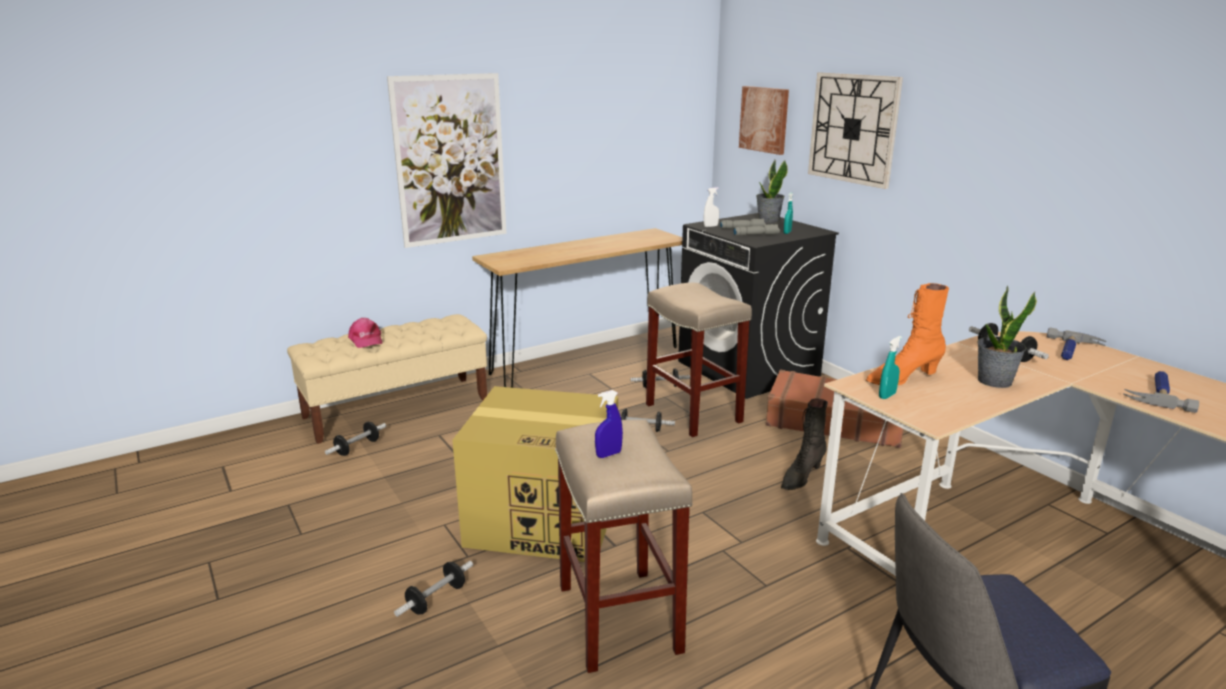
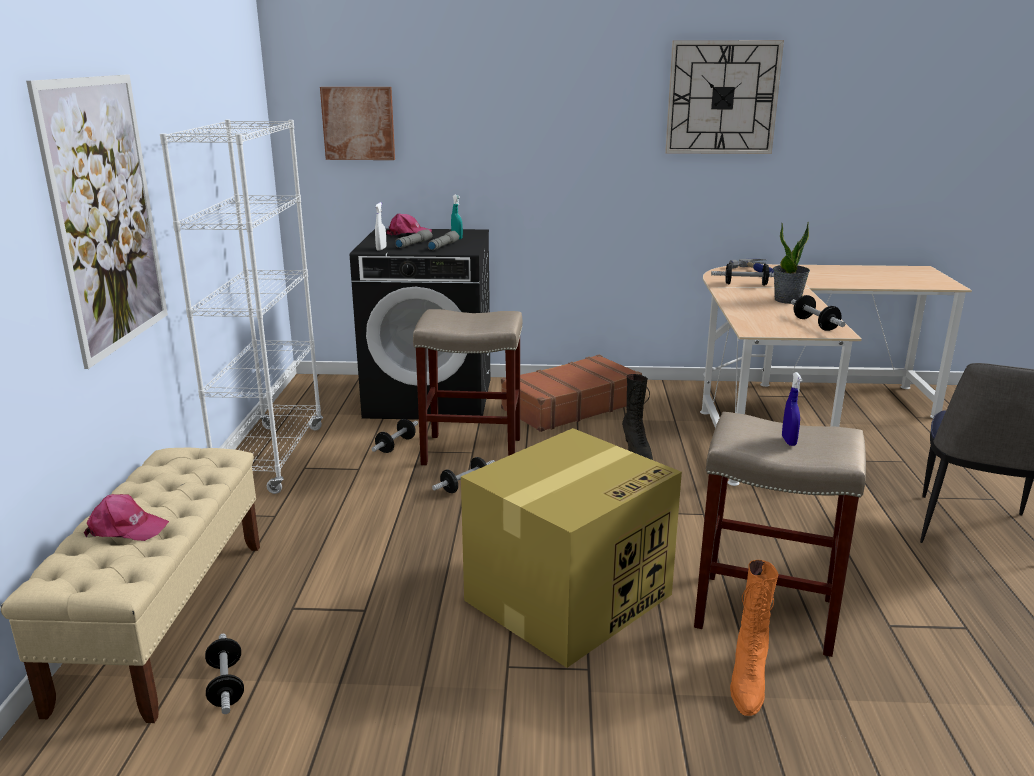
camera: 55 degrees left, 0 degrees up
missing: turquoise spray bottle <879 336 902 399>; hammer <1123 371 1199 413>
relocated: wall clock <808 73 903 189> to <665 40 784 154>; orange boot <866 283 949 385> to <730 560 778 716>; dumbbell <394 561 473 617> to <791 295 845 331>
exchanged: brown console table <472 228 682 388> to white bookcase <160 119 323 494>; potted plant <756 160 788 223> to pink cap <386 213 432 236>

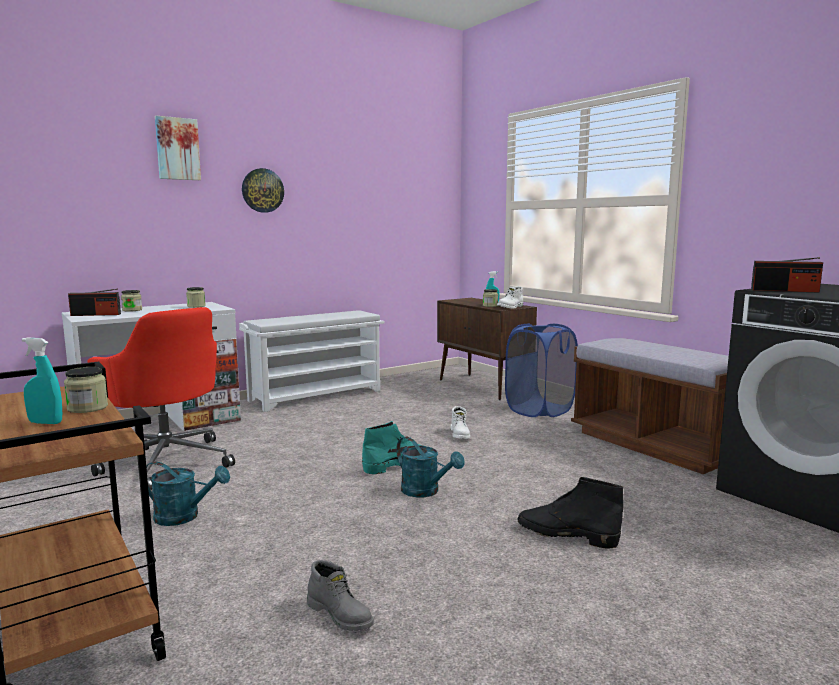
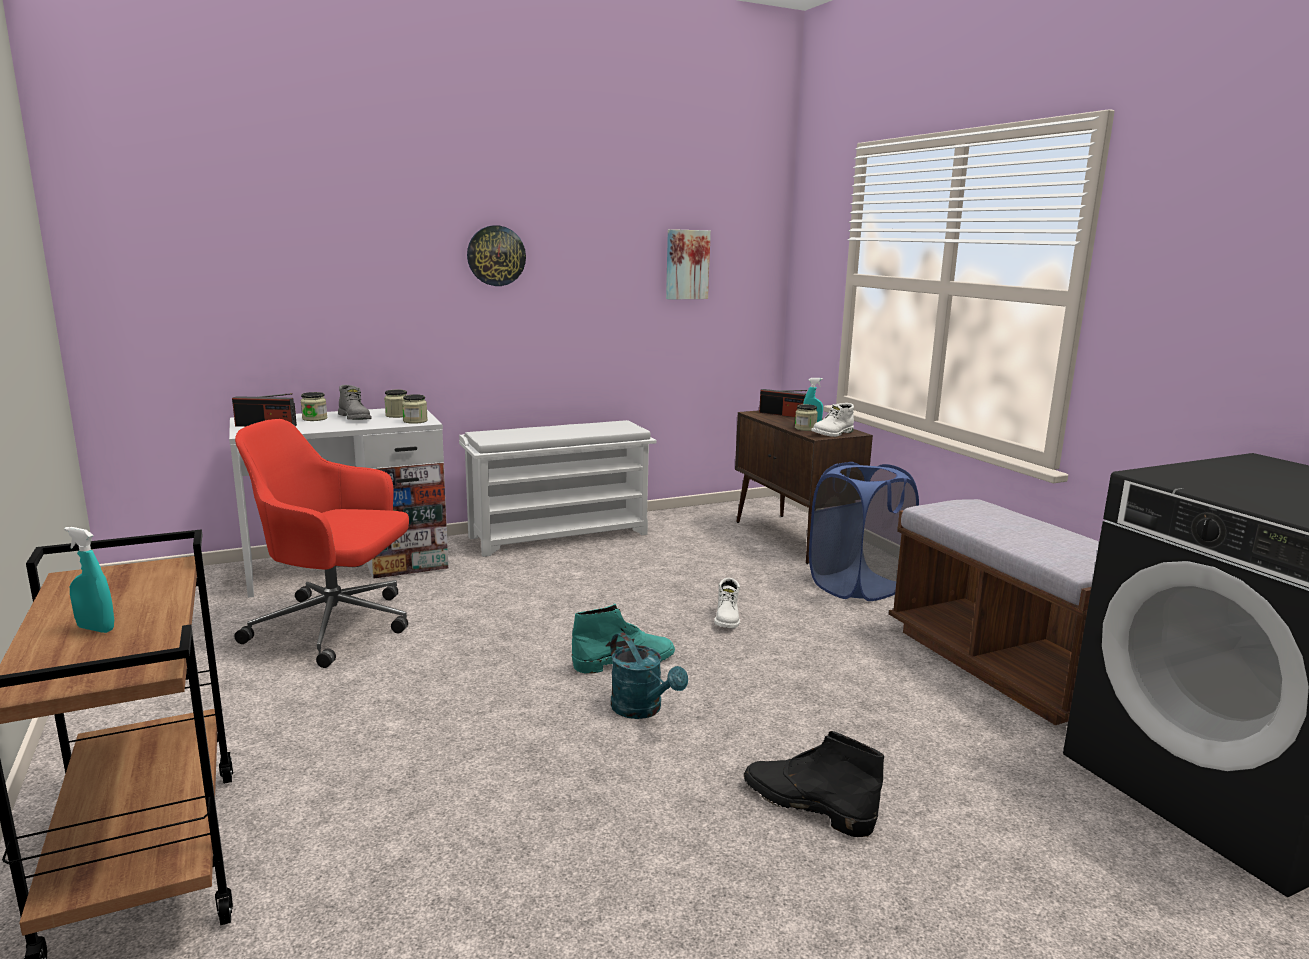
camera: 10 degrees right, 5 degrees up
missing: turquoise watering can <146 461 230 526>
relocated: grey boot <307 560 374 631> to <338 385 371 420>; jar <64 367 108 413> to <402 394 428 424>; picture <155 116 201 180> to <666 229 711 300>; radio <751 257 823 293> to <759 389 807 417>
spun: red office chair <87 307 235 490> = <234 419 409 668> 135 degrees clockwise

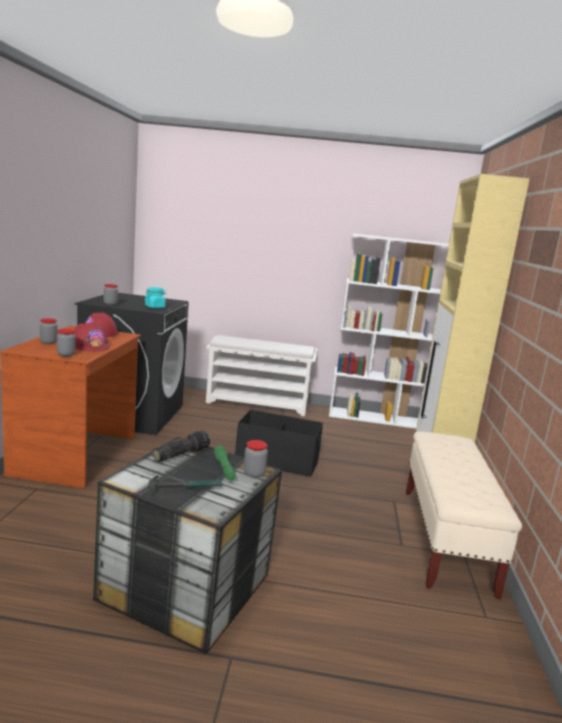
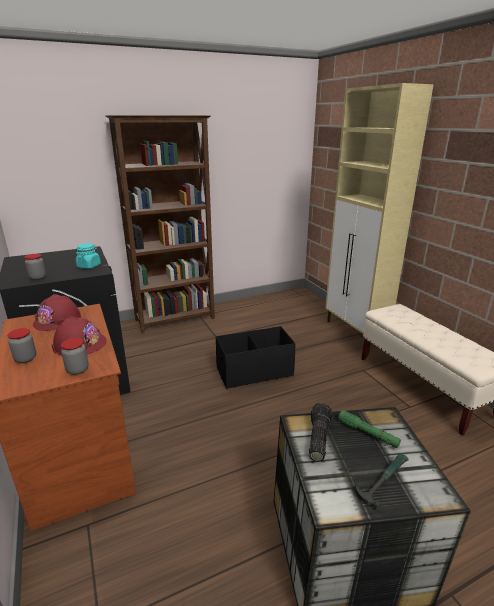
camera: 30 degrees left, 10 degrees up
missing: jar <244 440 268 478>; white bookcase <329 234 449 429>
exchanged: white shoe rack <206 335 318 416> to brown bookcase <105 115 215 333>

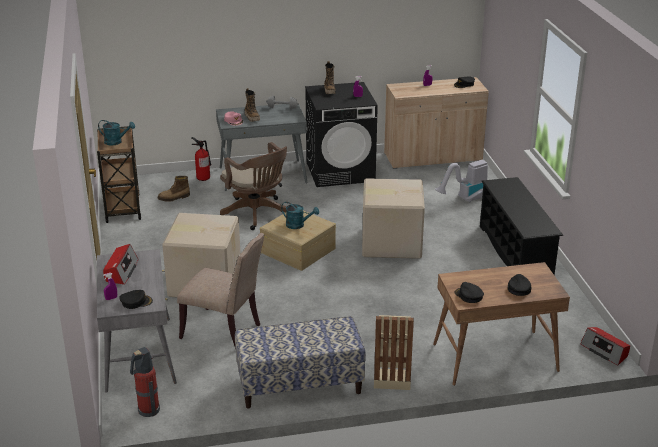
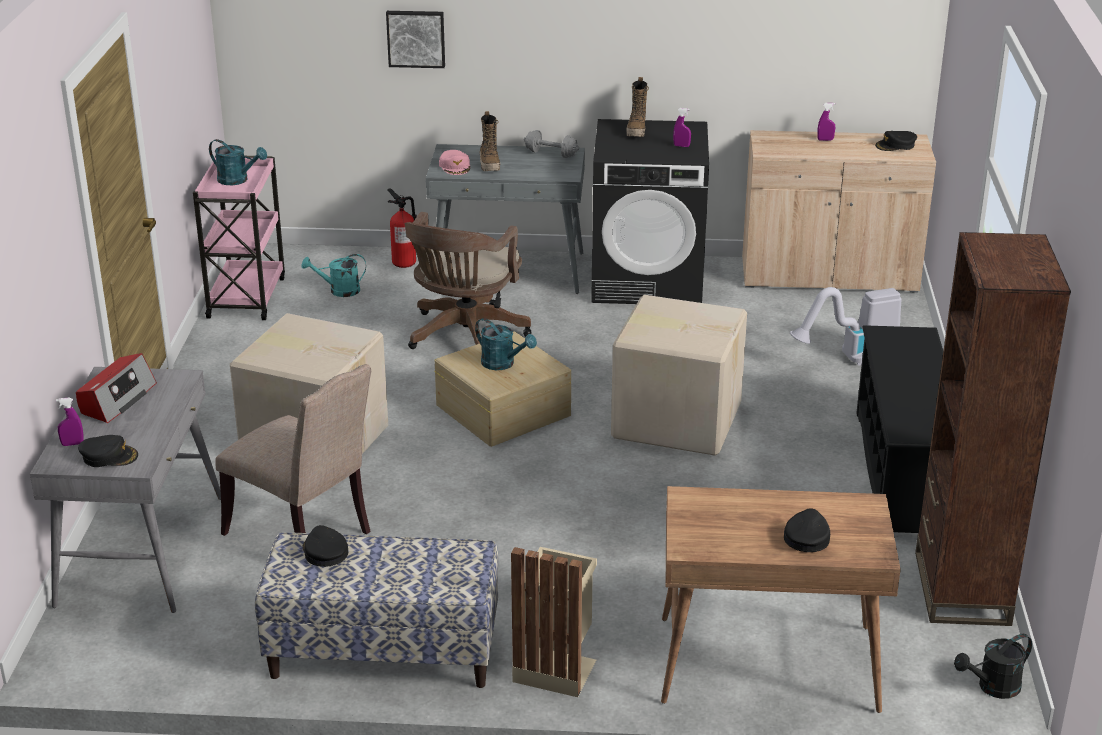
camera: 15 degrees right, 0 degrees up
missing: fire extinguisher <130 347 160 417>
appeared: picture <386 11 445 68>; brown bookcase <915 232 1071 626>
relocated: black cap <454 282 484 303> to <302 525 348 567>
exchanged: boot <158 176 190 202> to turquoise watering can <301 254 366 297>; radio <580 327 630 365> to black watering can <954 634 1032 699>
colour: brown cart <97 126 141 223> to pink cart <193 156 285 320>
spun: brown office chair <220 142 287 230> = <405 212 532 349> 45 degrees clockwise

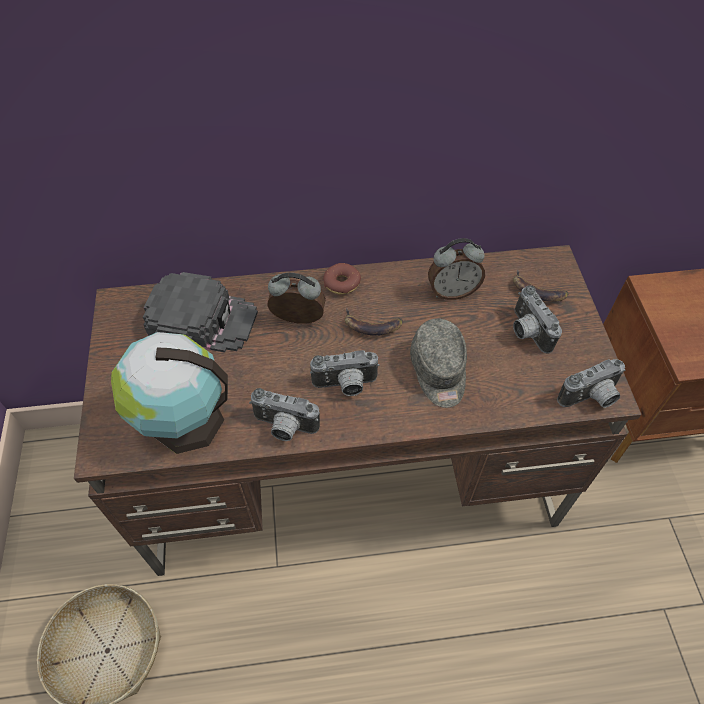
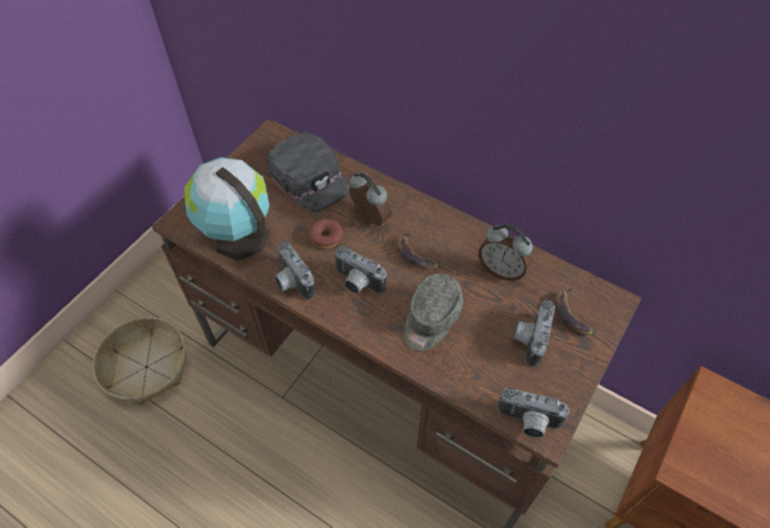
camera: 40 degrees right, 0 degrees up
relocated: donut <323 263 361 295> to <309 219 343 248>

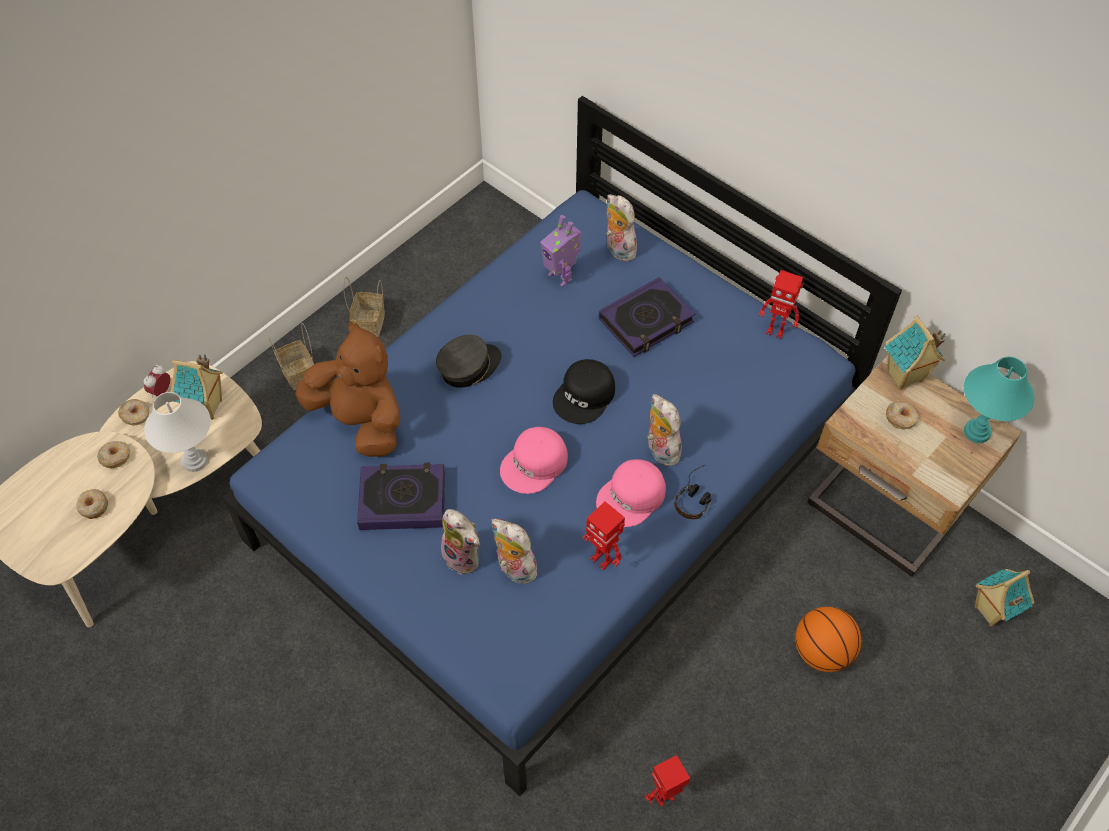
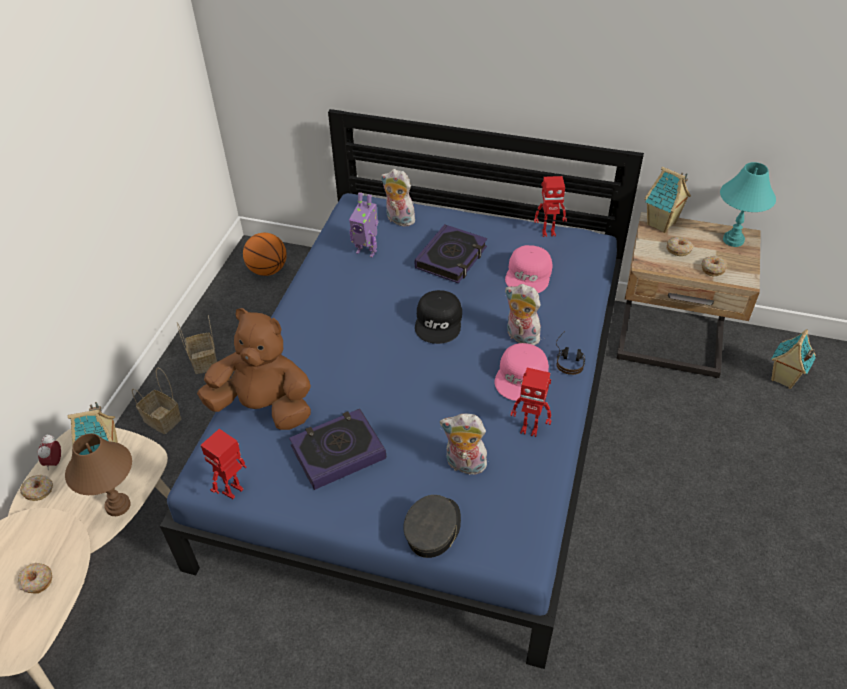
camera: 25 degrees left, 10 degrees down
missing: plush toy <440 509 480 575>
relocated: toy robot <644 755 690 807> to <201 429 247 499>; basketball <795 607 861 672> to <243 233 287 276>; grey cap <436 334 502 388> to <403 495 461 558>; pink cap <500 427 568 494> to <505 245 553 293>; donut <97 441 130 468> to <701 256 727 277>
colour: white table lamp <144 392 211 472> to brown table lamp <65 433 132 516>

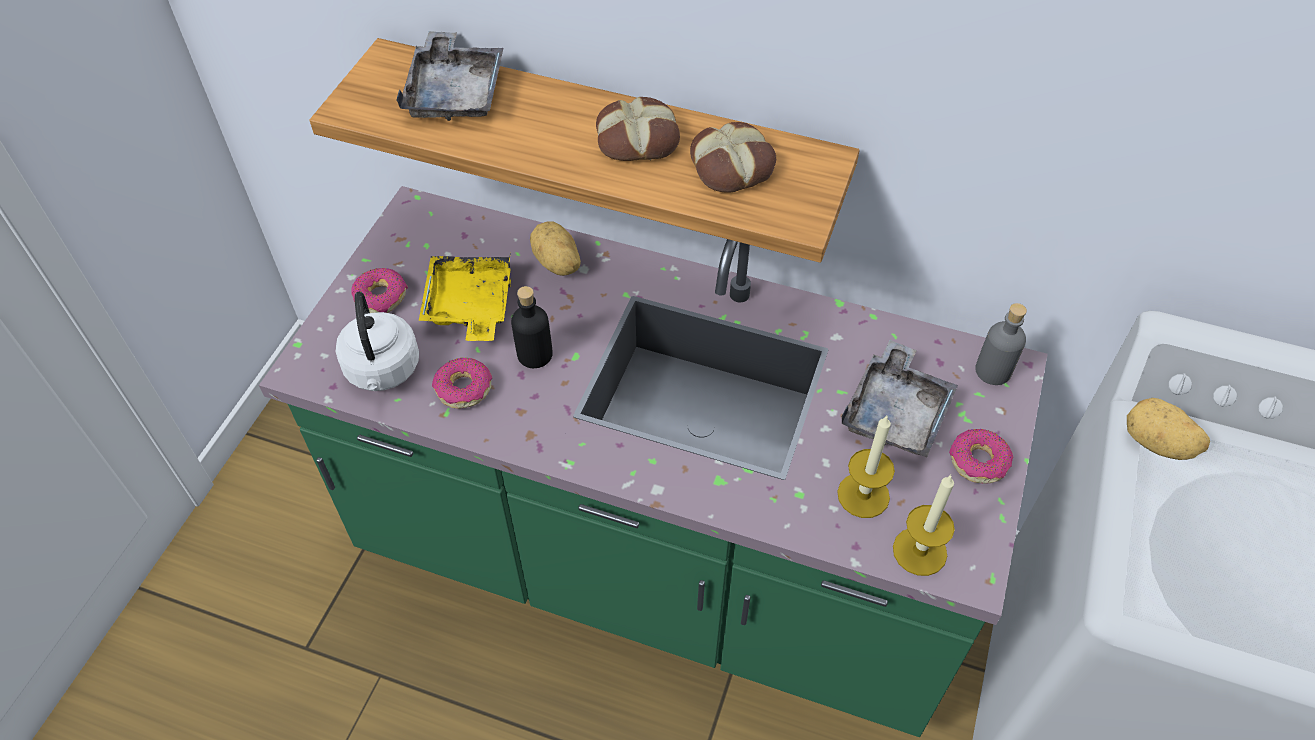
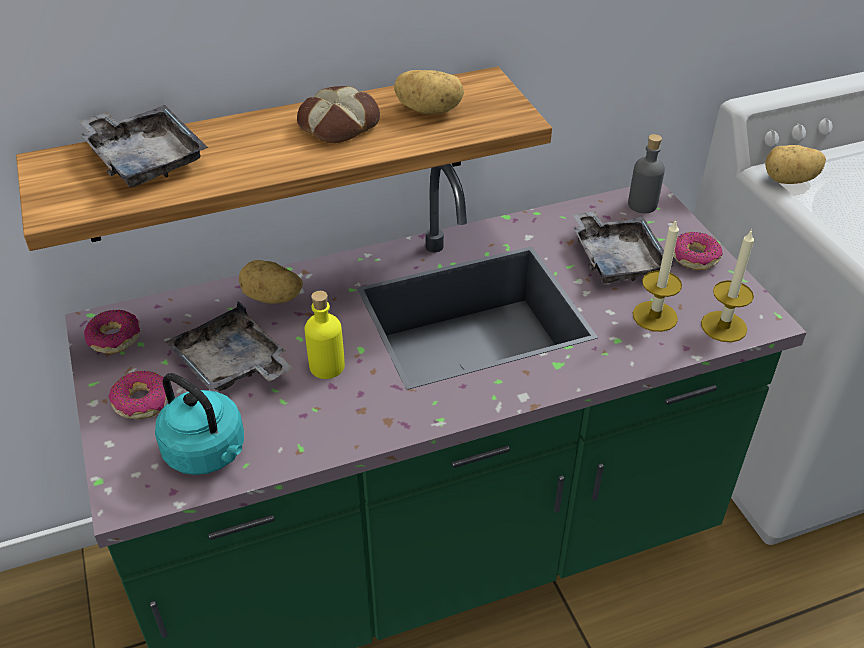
camera: 40 degrees left, 10 degrees down
relocated: donut <432 358 492 408> to <84 310 140 354>
exchanged: bread <690 122 776 193> to potato <394 70 464 114>
colour: white kettle <336 292 419 391> to turquoise kettle <155 373 244 475>; yellow tray <419 253 511 341> to grey tray <165 301 293 391>; black bottle <511 286 553 368> to yellow bottle <304 291 345 379>

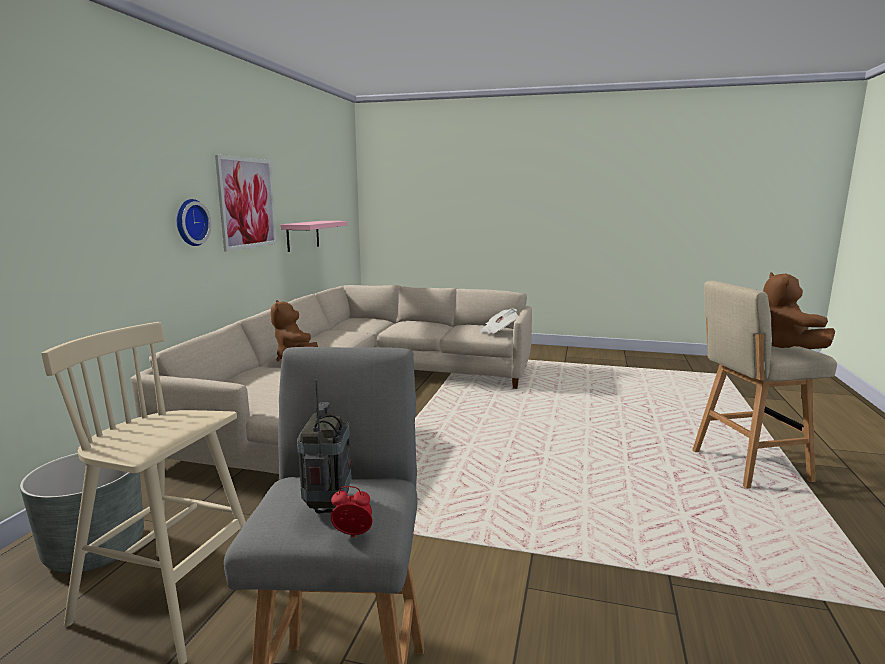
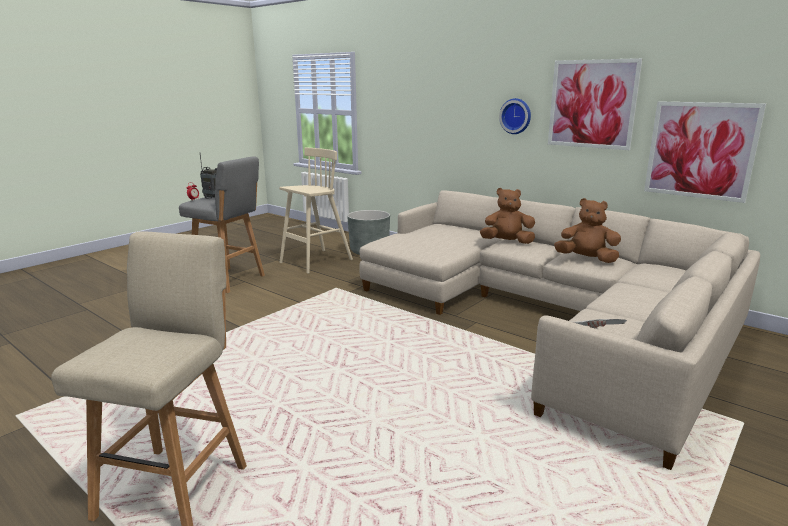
camera: 115 degrees right, 5 degrees up
relocated: brown plush toy <763 272 835 349> to <554 198 621 263>
exchanged: pink shelf <281 221 348 252> to picture <644 101 766 203>

